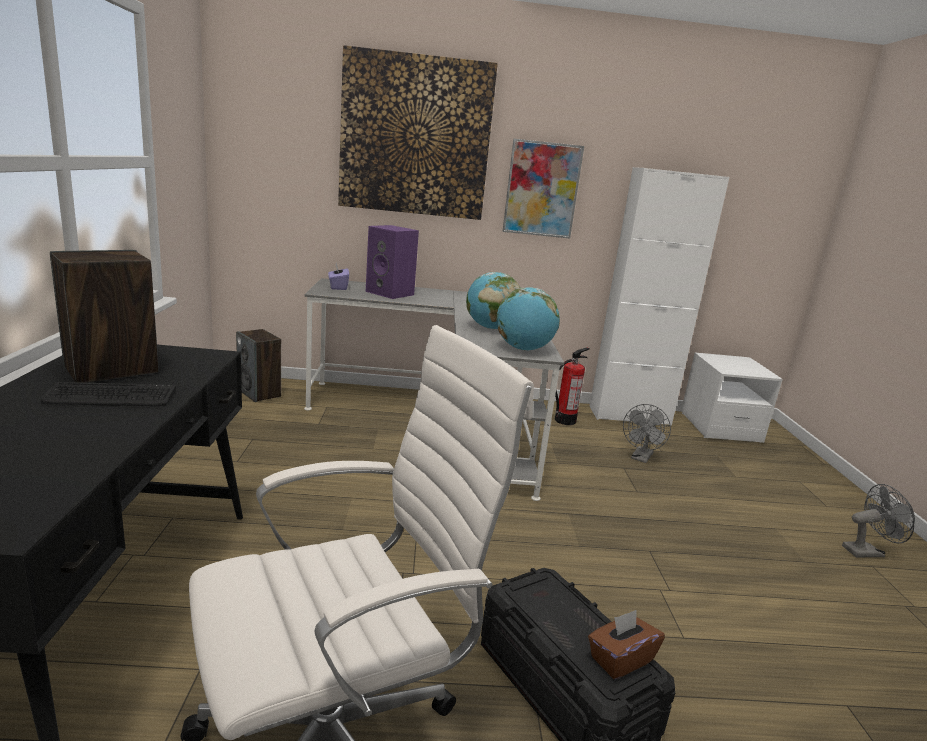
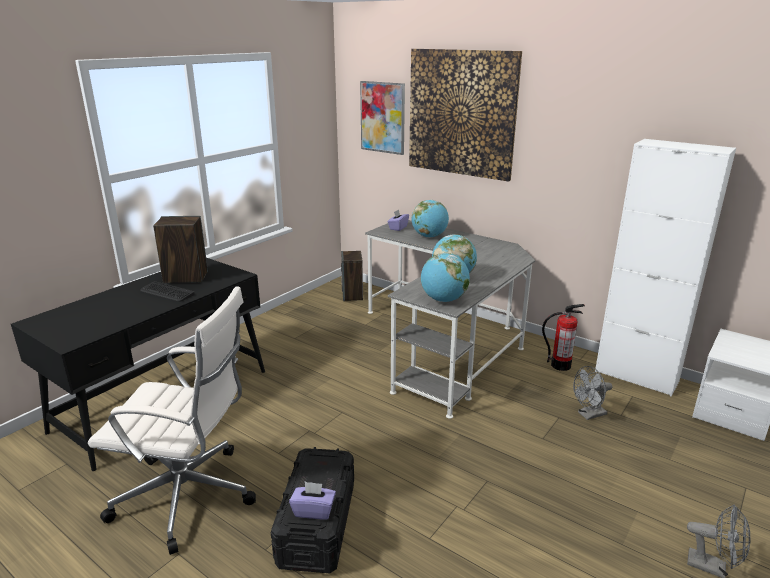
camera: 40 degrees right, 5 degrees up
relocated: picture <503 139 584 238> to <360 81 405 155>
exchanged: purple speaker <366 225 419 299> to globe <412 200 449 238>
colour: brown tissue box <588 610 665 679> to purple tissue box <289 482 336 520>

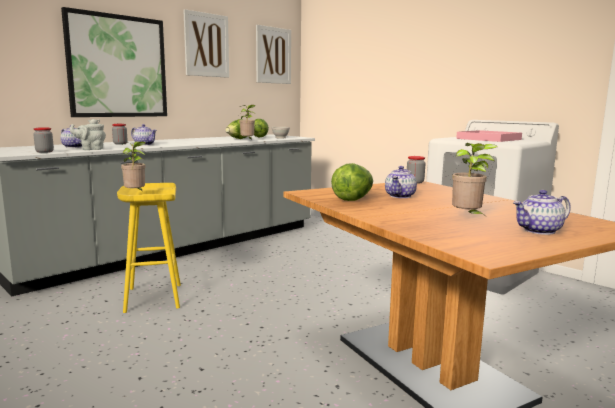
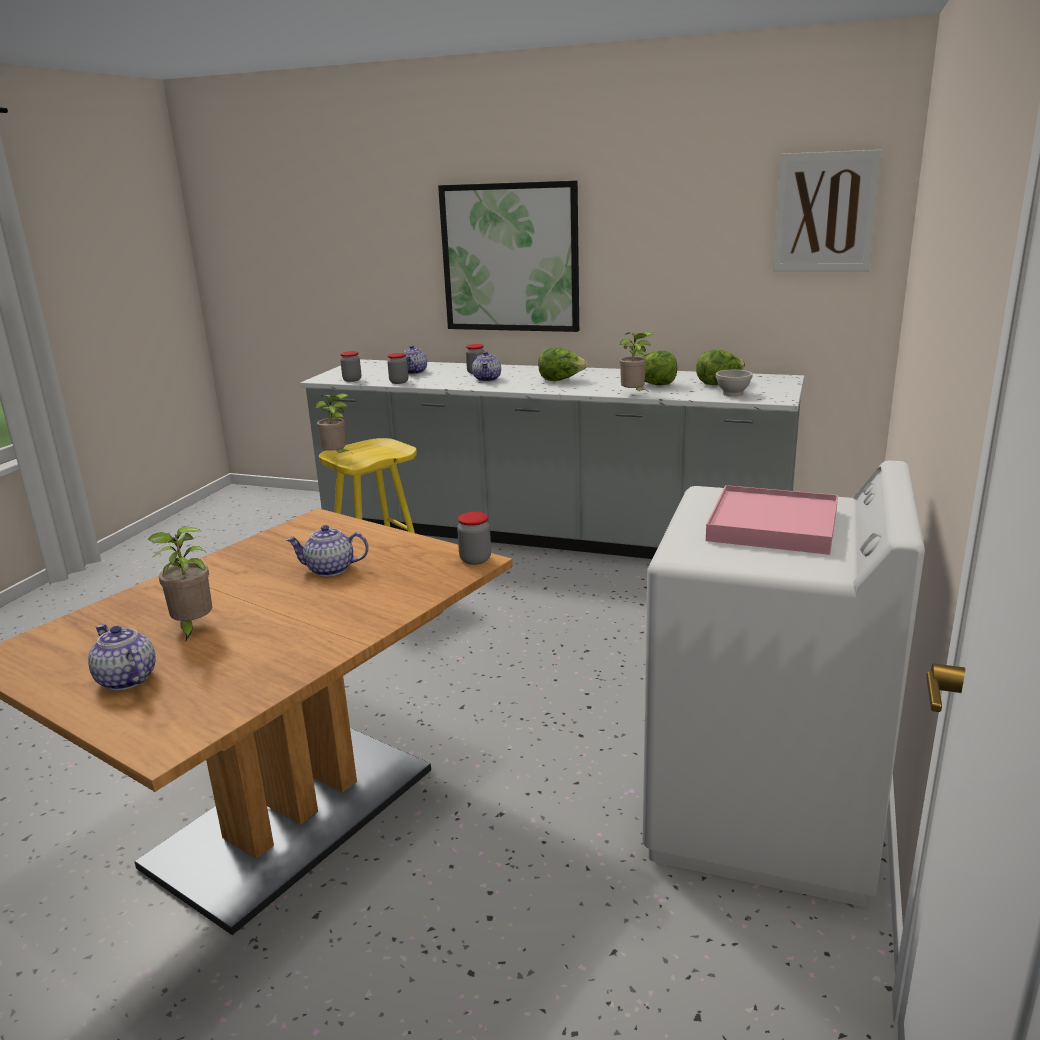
camera: 65 degrees right, 10 degrees up
missing: picture <183 9 229 78>
relocated: lettuce <331 163 373 201> to <538 347 588 381>
exchanged: grey teapot <70 119 106 150> to jar <387 353 408 384>

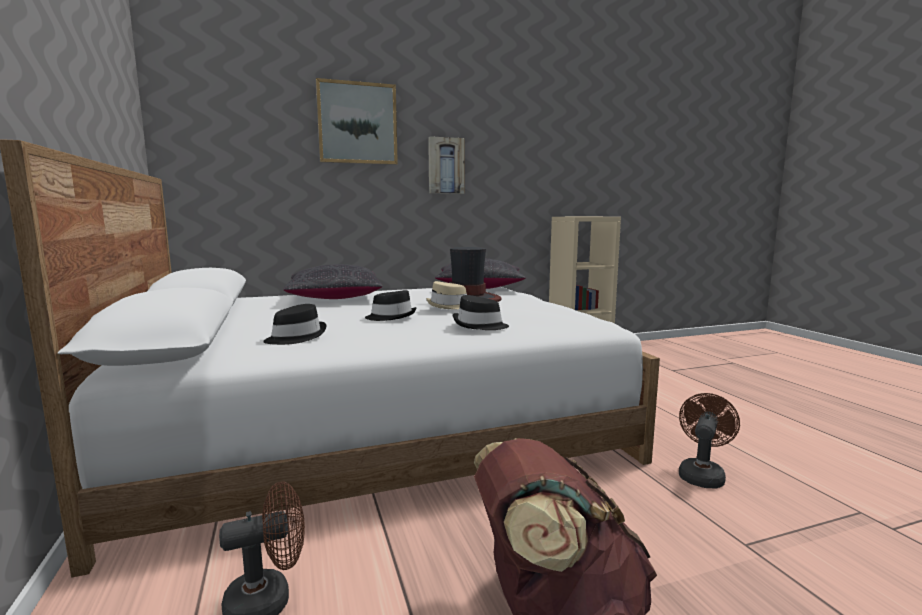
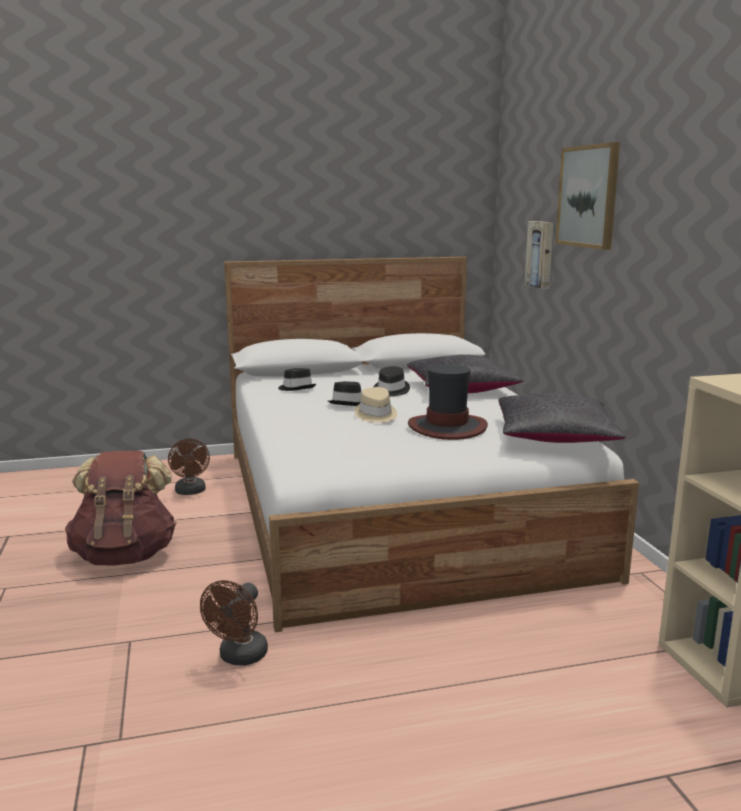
camera: 95 degrees right, 5 degrees up
relocated: black hat <453 295 509 330> to <374 367 410 396>; picture <428 136 465 194> to <525 221 553 289>
spun: brown fan <679 393 740 489> = <200 580 268 666> 75 degrees clockwise

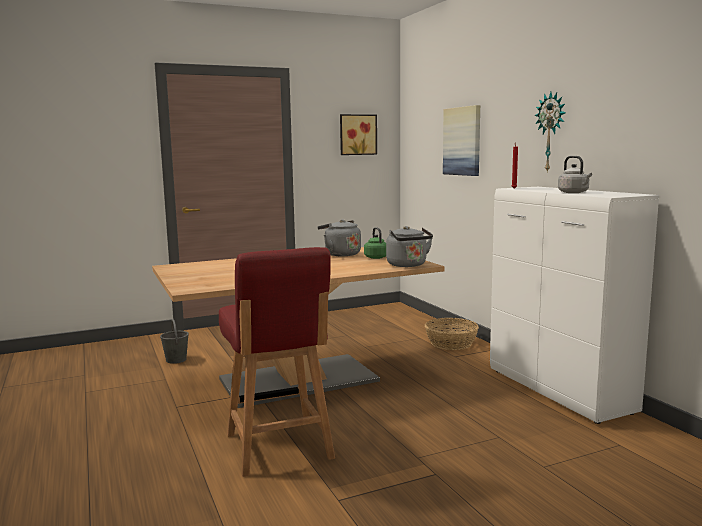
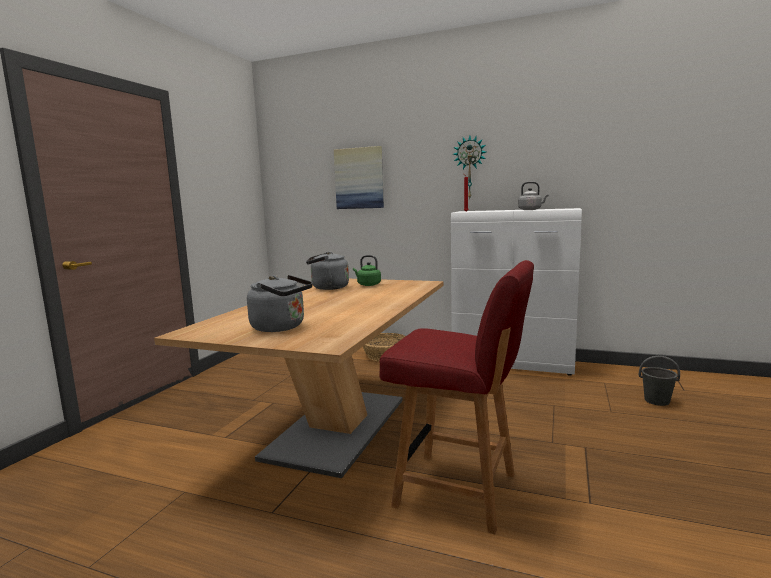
camera: 45 degrees left, 0 degrees up
missing: picture <340 114 377 155>
relocated: grey kettle <386 226 433 267> to <247 275 313 332>; grey bucket <160 319 189 364> to <639 356 680 406>

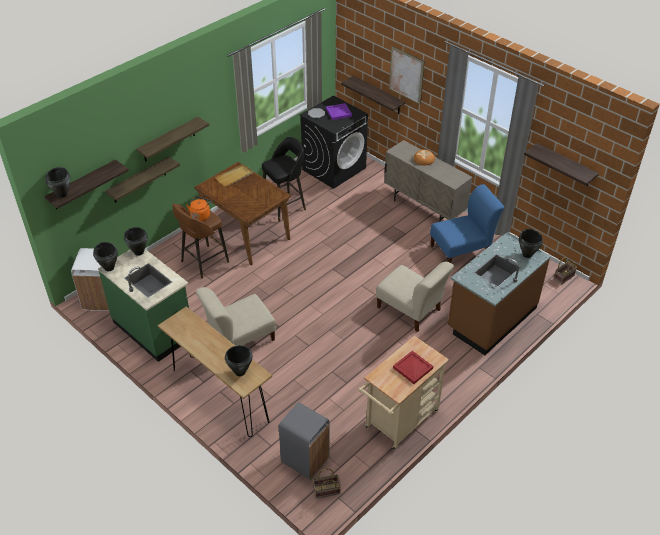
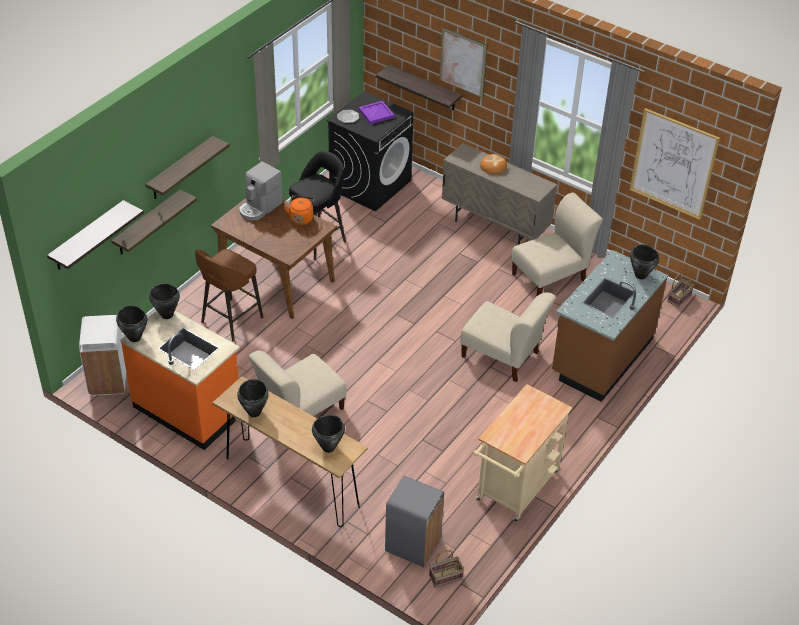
camera: 10 degrees left, 0 degrees up
missing: red tray <393 351 433 384>
relocated: black cooking pot <45 167 70 198> to <237 379 269 417>; orange kettle <186 197 212 221> to <284 195 315 225>
exchanged: beige tray <215 164 253 187> to coffee machine <239 161 283 221>; shelf <524 143 599 186> to picture <630 108 720 220>
colour: green counter <98 249 189 362> to orange counter <120 311 239 450>; blue chair <430 184 504 263> to beige chair <511 193 603 296>

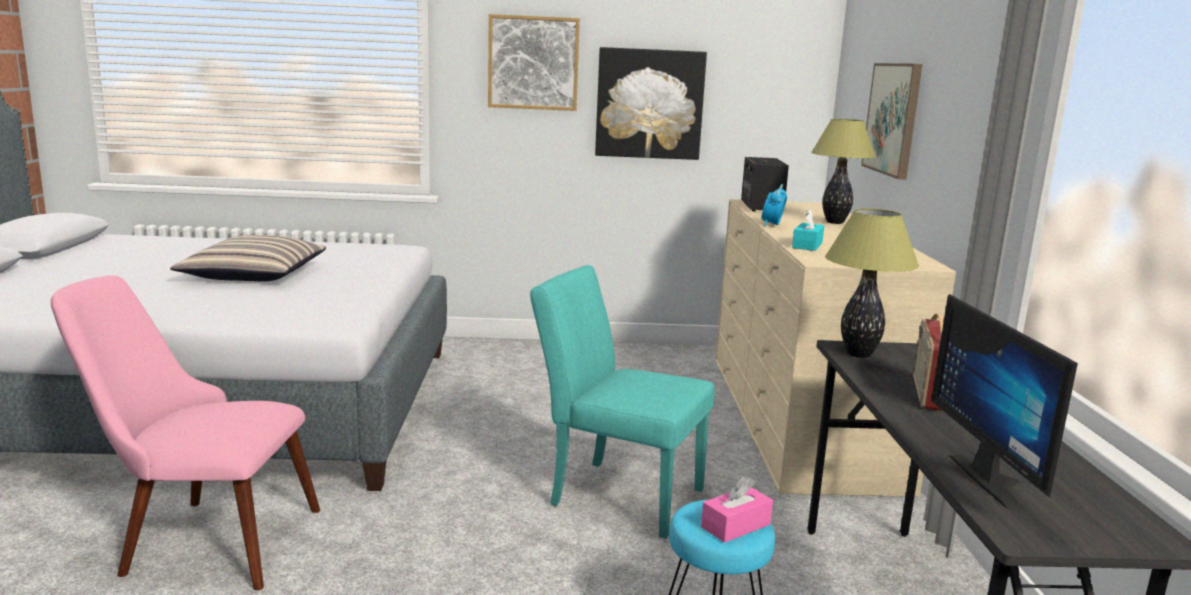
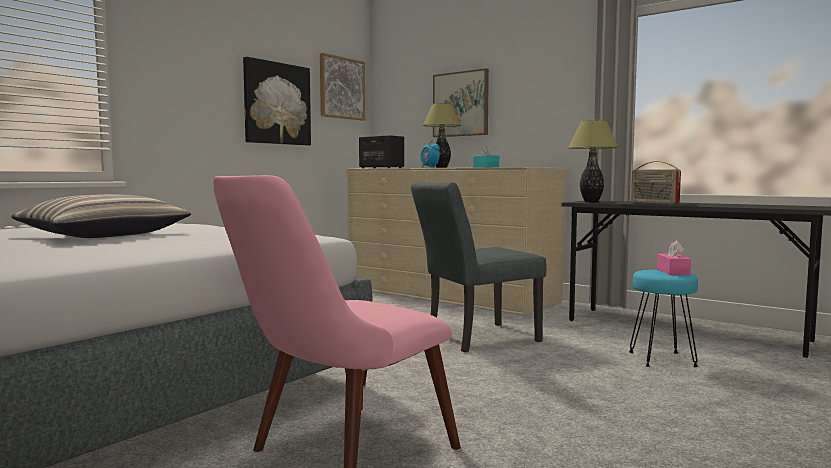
camera: 50 degrees left, 10 degrees down
missing: monitor <931 294 1078 510>
relocated: picture <488 14 580 111> to <320 53 365 121>
colour: turquoise chair <530 265 715 539> to grey chair <411 182 546 352>

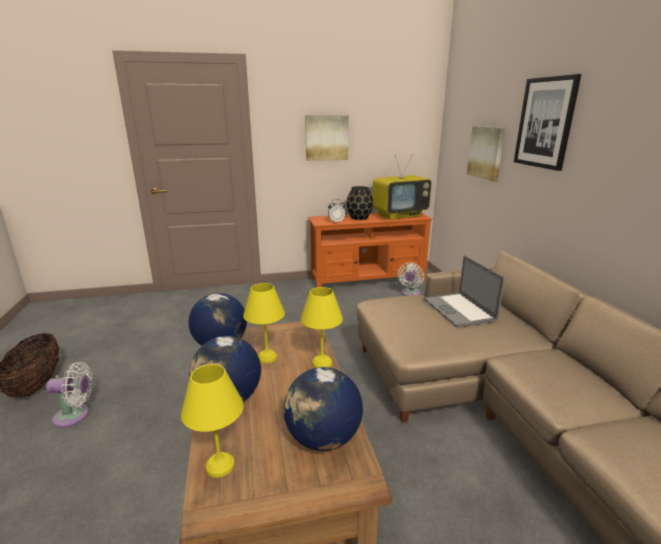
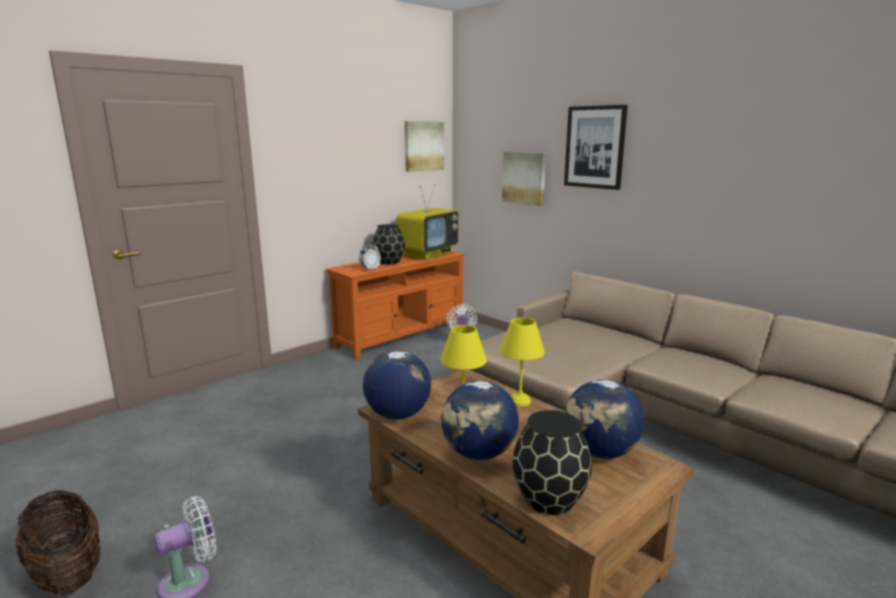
camera: 30 degrees left, 5 degrees down
missing: laptop <423 255 505 328>
relocated: picture <305 115 349 161> to <405 121 444 172>
exchanged: yellow table lamp <181 364 244 478> to black vase <513 410 592 515>

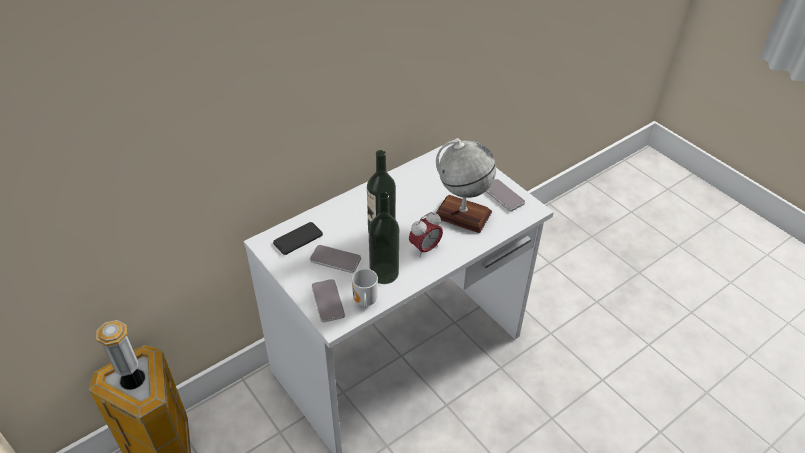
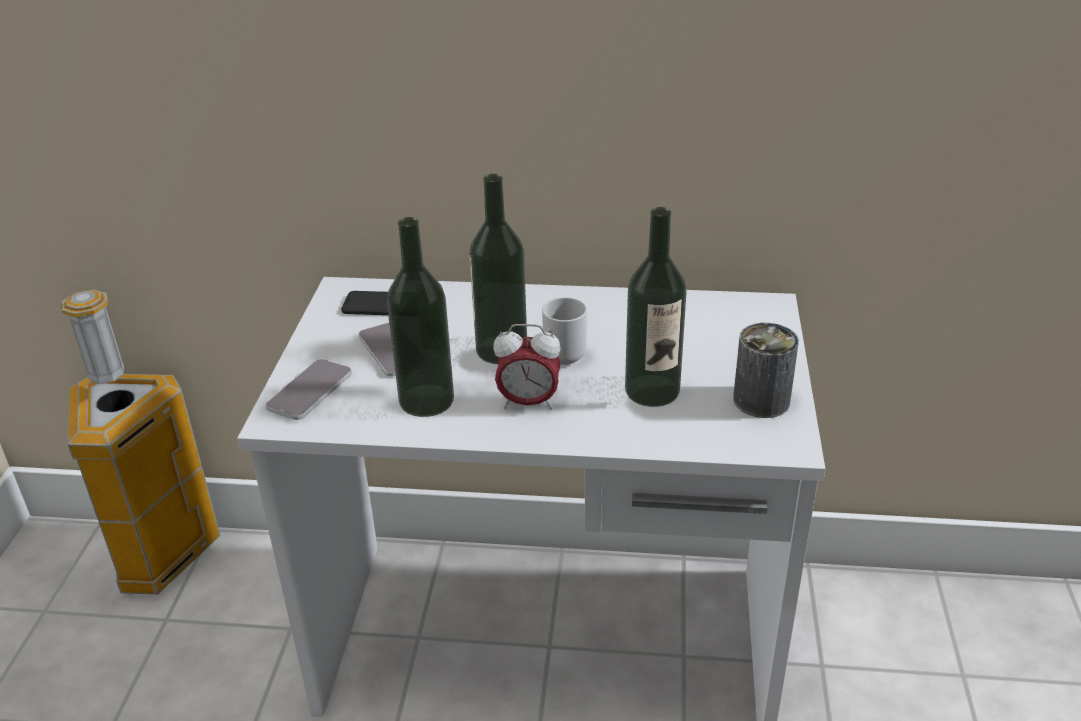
camera: 45 degrees right, 10 degrees down
relocated: mug <352 269 378 307> to <542 297 587 365>
exchanged: globe <436 139 496 233> to bottle <625 207 687 407>; phone <486 179 525 211> to can <733 323 799 418>

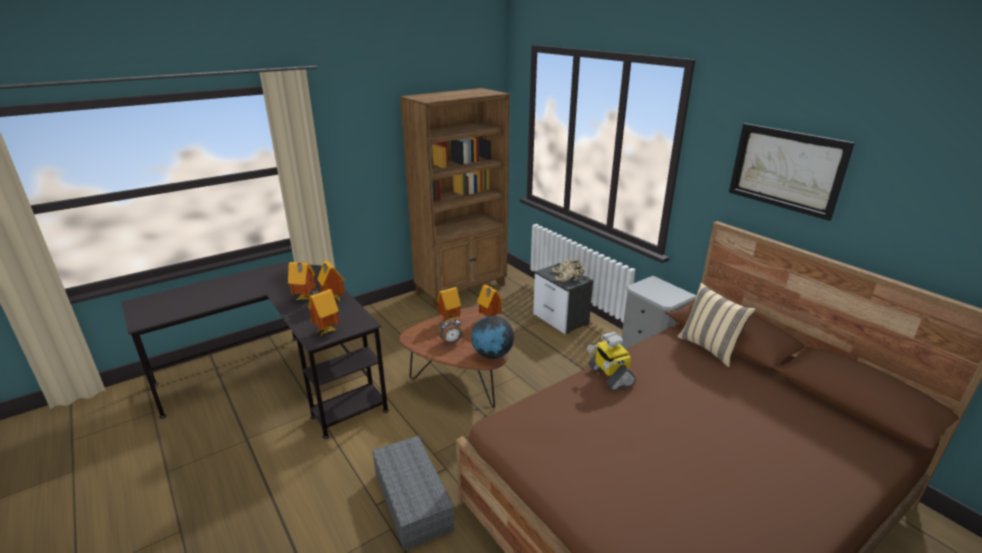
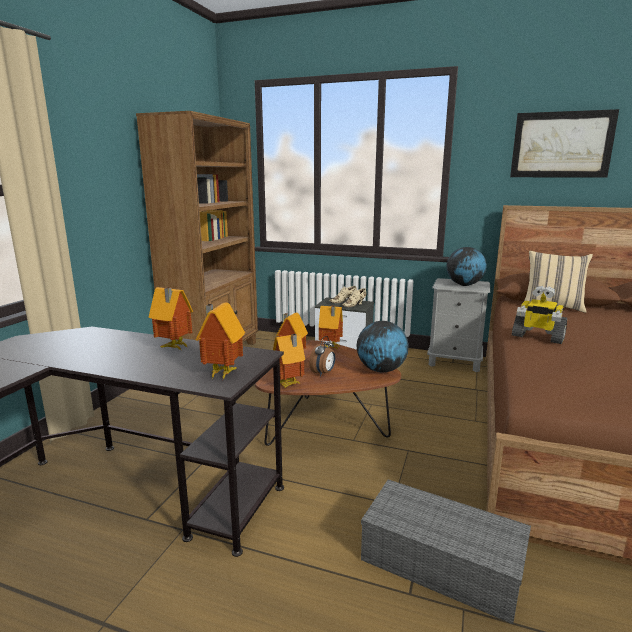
camera: 35 degrees left, 10 degrees down
appeared: globe <446 247 487 286>
relocated: toy house <288 262 316 300> to <273 334 305 388>

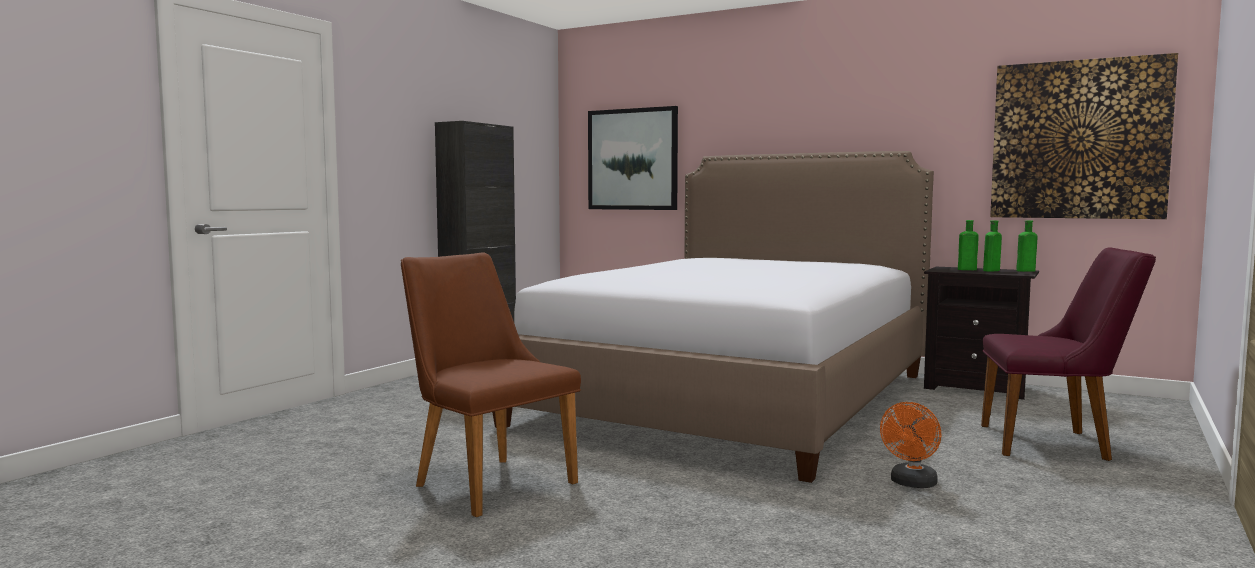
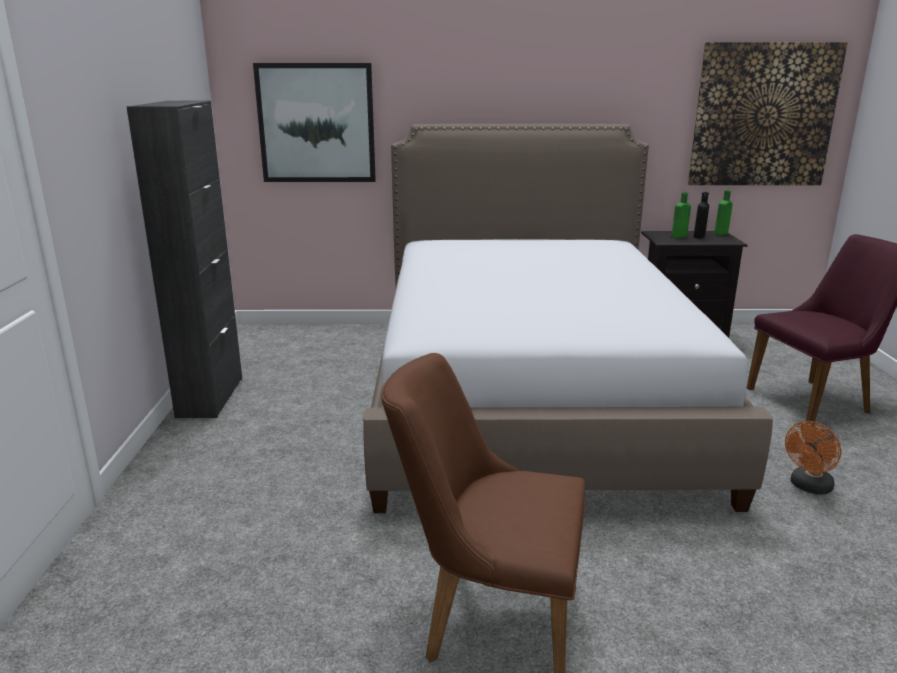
camera: 30 degrees left, 15 degrees up
colour: green bottle <983 220 1002 272> to black bottle <694 192 709 239>
spun: orange fan <880 402 941 488> = <785 421 841 495> 45 degrees clockwise

